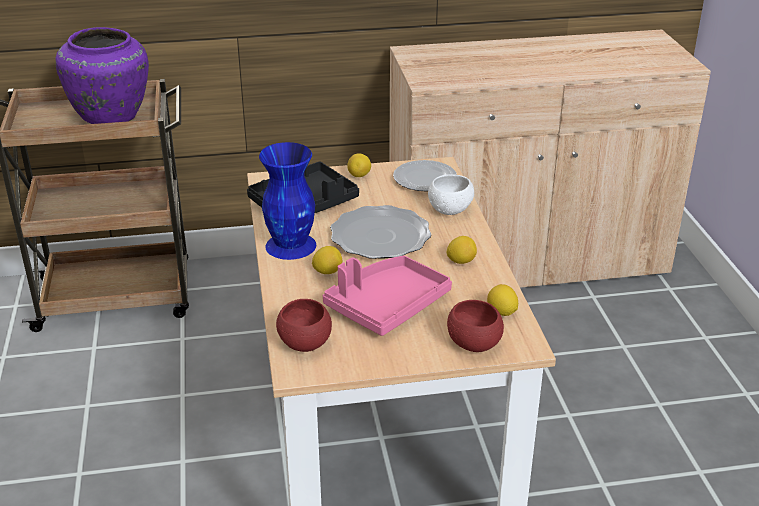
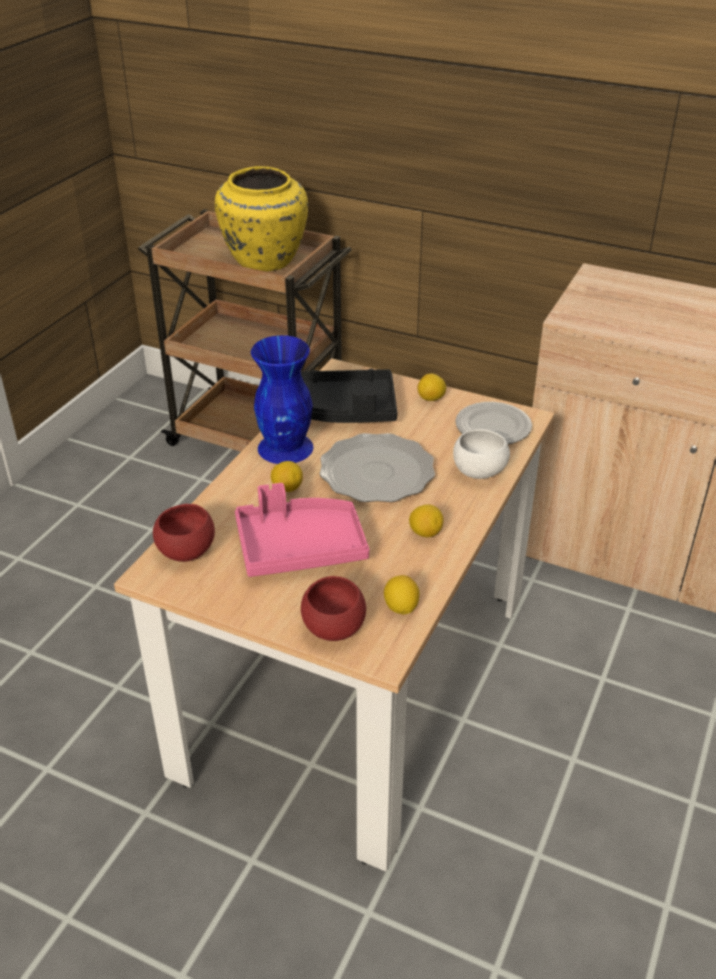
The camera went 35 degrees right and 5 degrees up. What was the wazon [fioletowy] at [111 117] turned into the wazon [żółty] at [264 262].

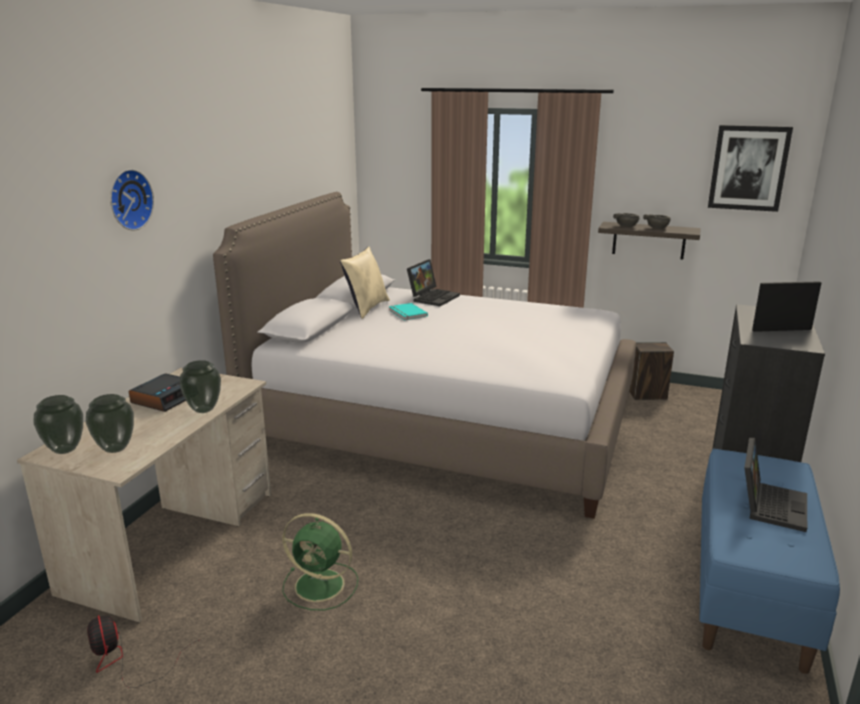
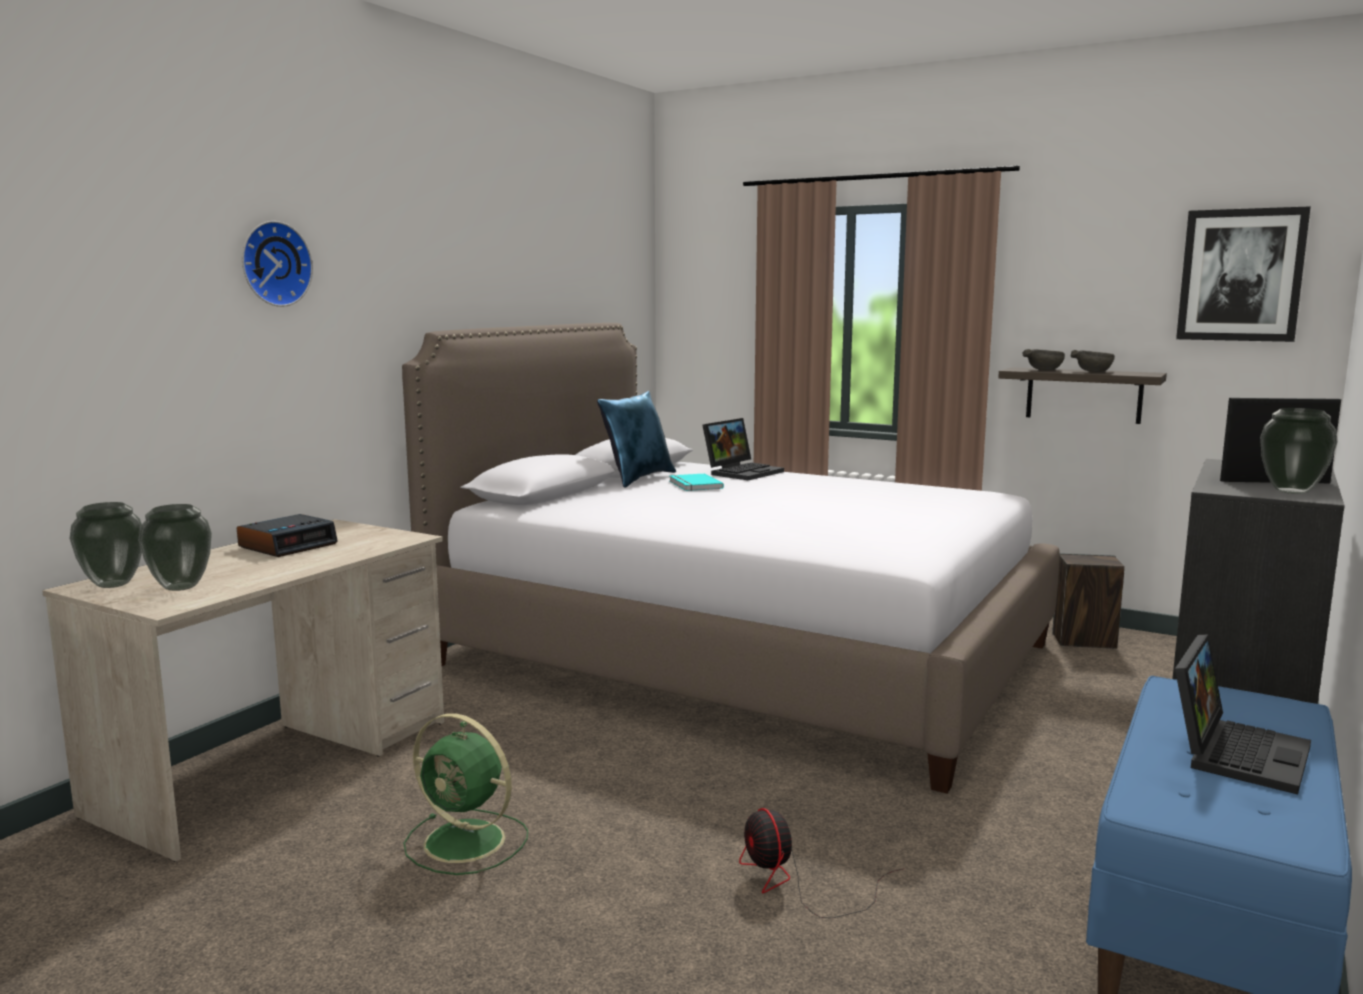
The camera went 10 degrees right and 10 degrees down. The wentylator ended up elsewhere, having gone from [125 660] to [797 884]. The wazon ended up elsewhere, having gone from [203 410] to [1292 491]. What was the poduszka [beżowy] at [366 308] turned into the poduszka [niebieski] at [638 479].

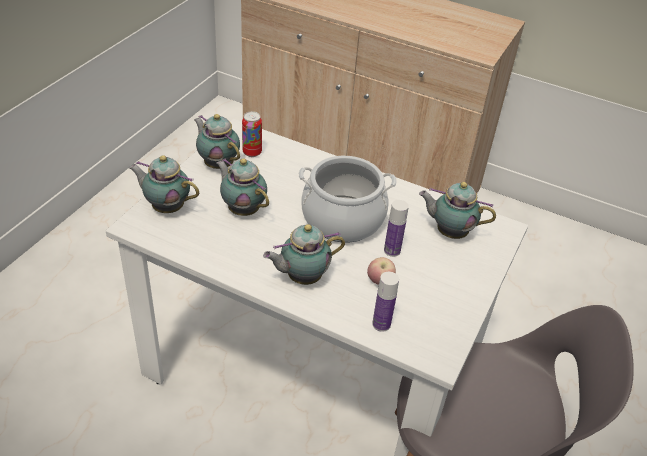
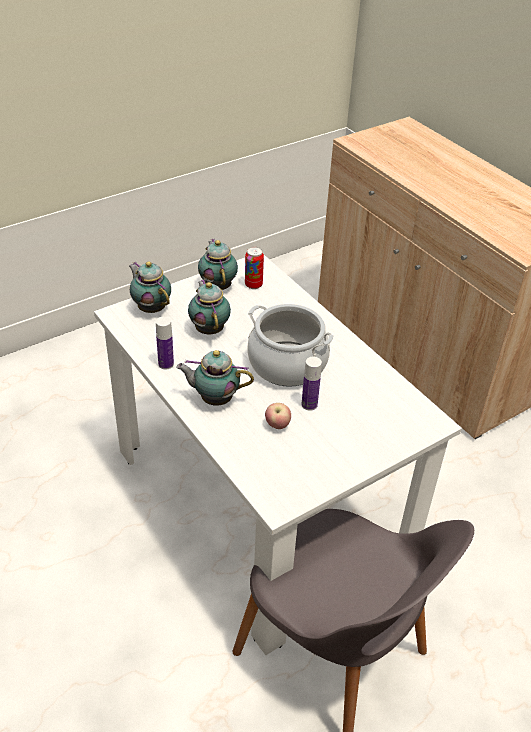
The camera went 30 degrees right and 0 degrees up. The second view lost the imbryk at [449 232]. The butelka ended up elsewhere, having gone from [381 324] to [166 364].

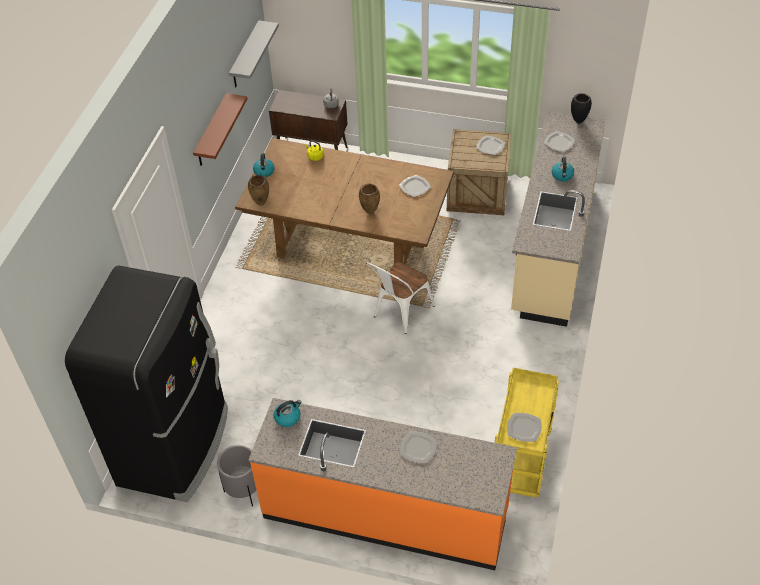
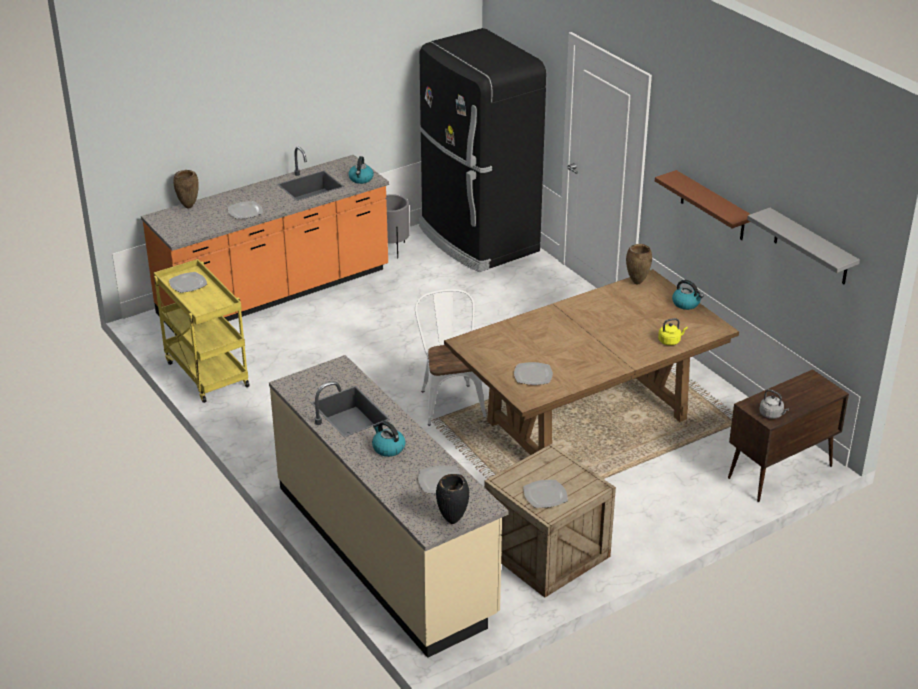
The camera went 130 degrees right and 15 degrees down. The wazon [brązowy] ended up elsewhere, having gone from [369 212] to [189 206].

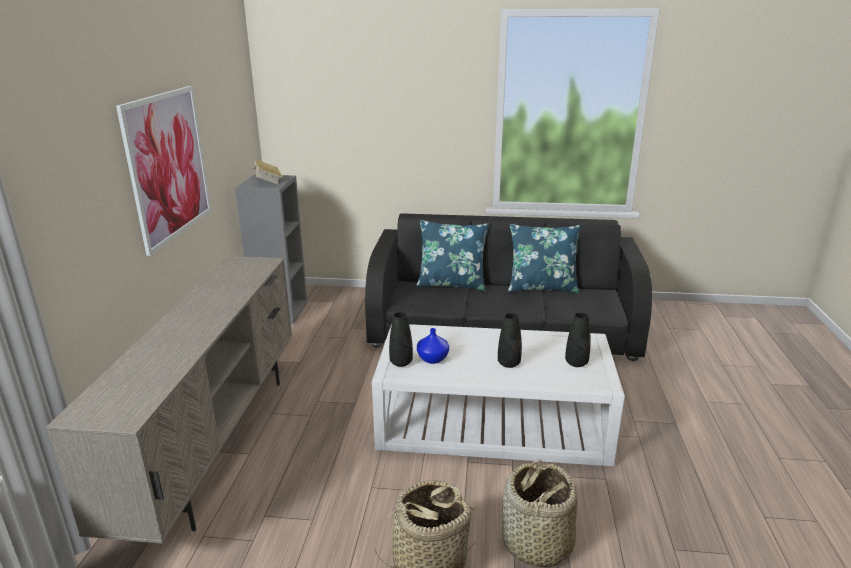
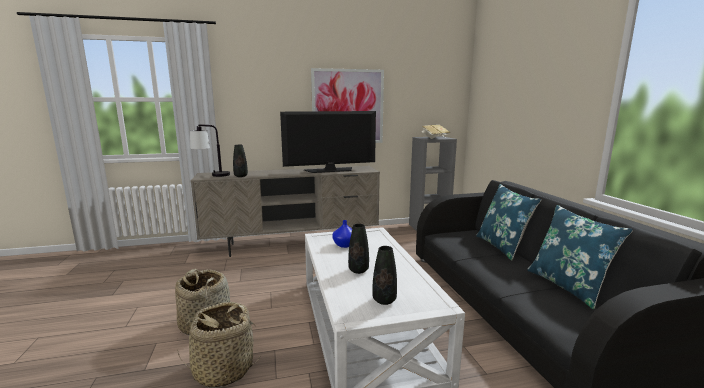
The camera went 70 degrees right and 10 degrees down. The second view gained the lampa stołowa at [212 175]. The second view gained the telewizor at [330 170]. The wazon [czarny] ended up elsewhere, having gone from [401 362] to [241 176].

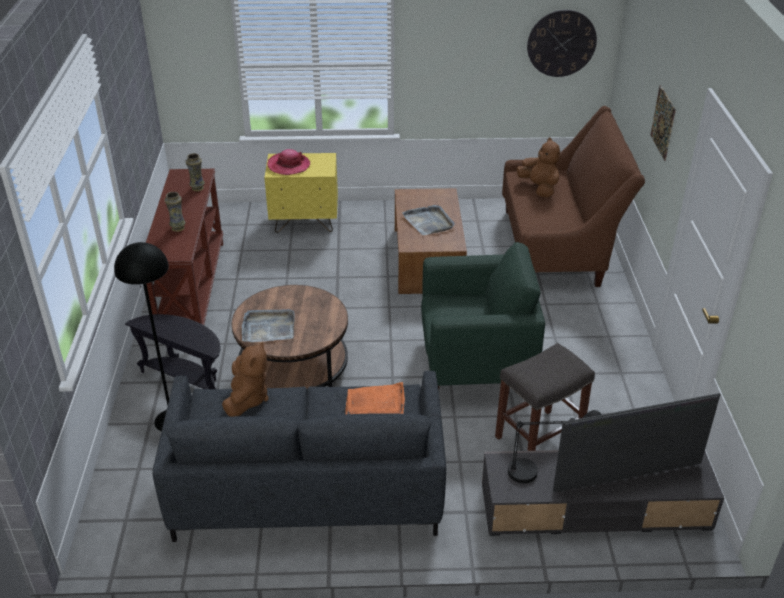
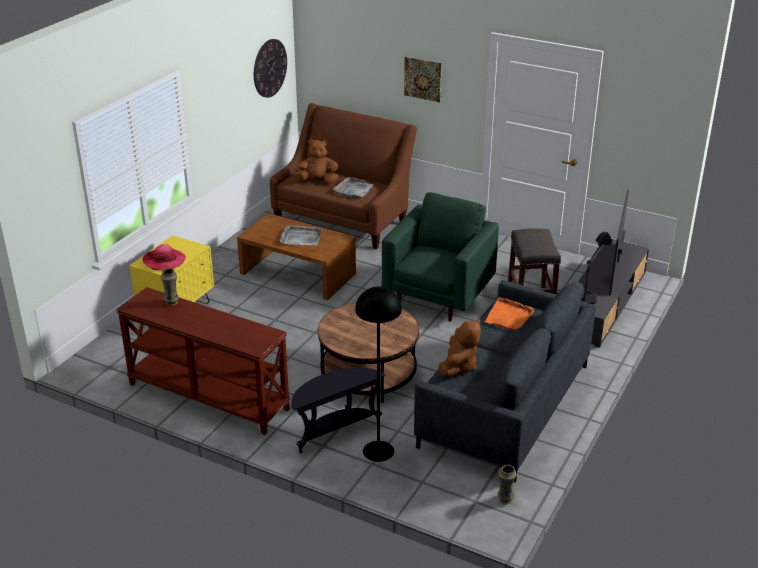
The camera went 60 degrees left and 5 degrees down. The wazon ended up elsewhere, having gone from [177 228] to [505 499]. The taca [szary] ended up elsewhere, having gone from [268 328] to [353 189]. The pluszak [brązowy] at [247 399] ended up facing another way, 75 degrees clockwise from before.

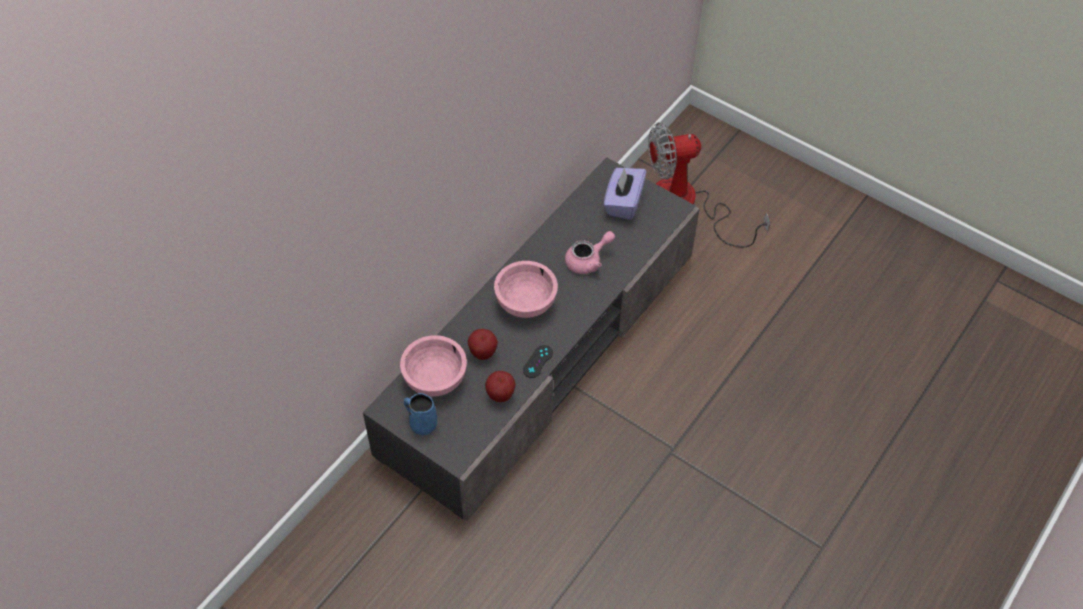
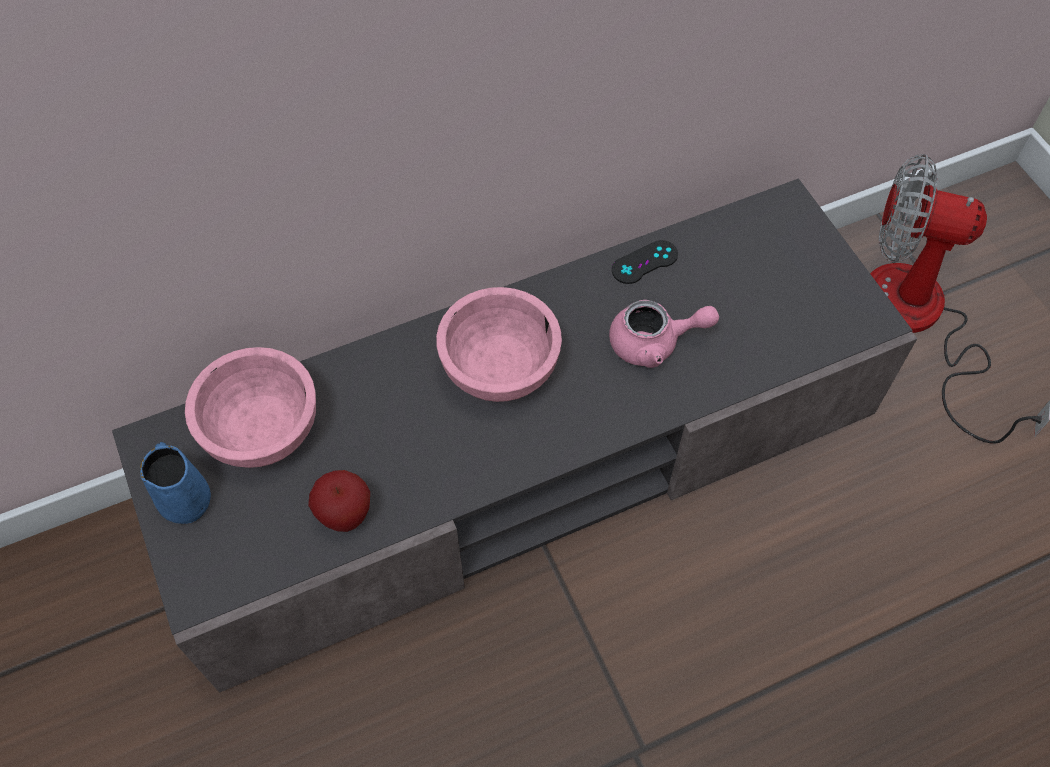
The camera went 30 degrees right and 5 degrees up. The second view lost the jabłko at [483 353]. The second view lost the pudełko chusteczek [fioletowy] at [623 203]. The pad do gier [czarny] ended up elsewhere, having gone from [537 361] to [644 262].

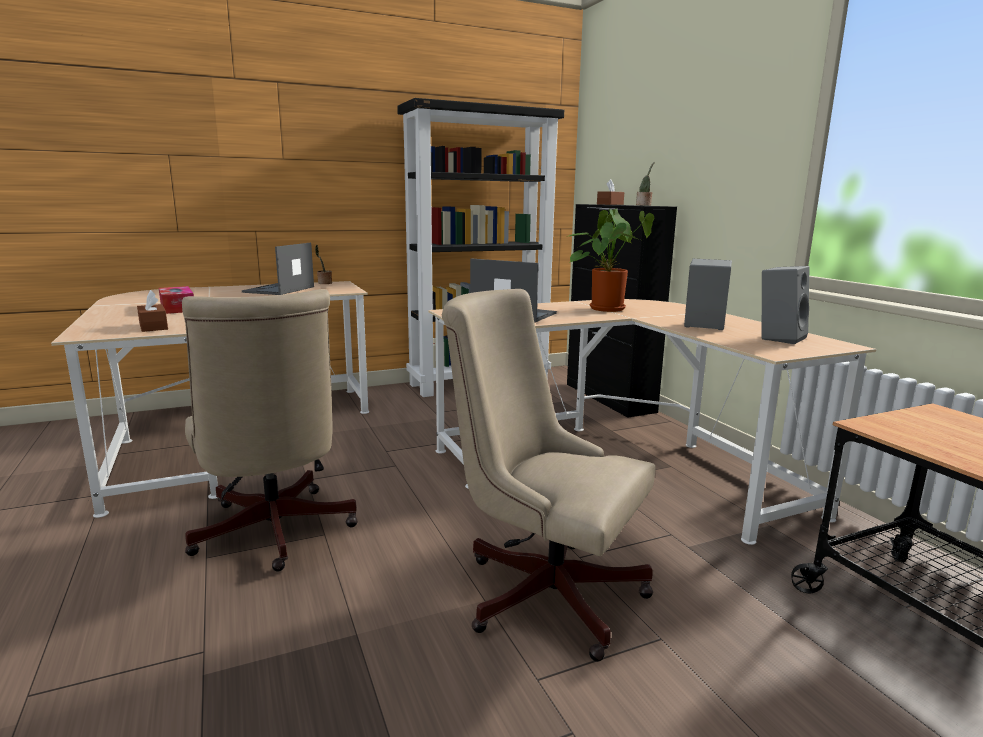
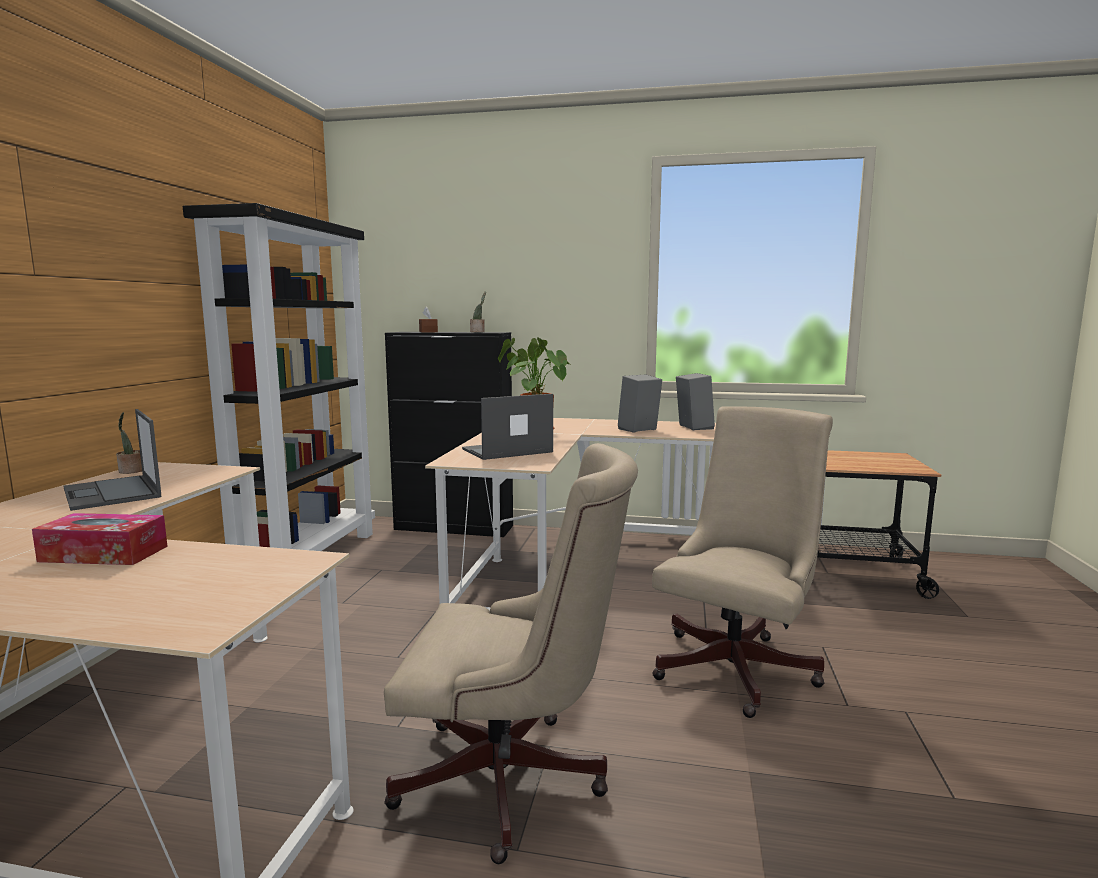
The camera went 55 degrees left and 5 degrees down. The second view lost the pudełko chusteczek [brązowy] at [153 326]. The krzesło biurowe [beżowy] at [542 589] ended up facing another way, 150 degrees clockwise from before.

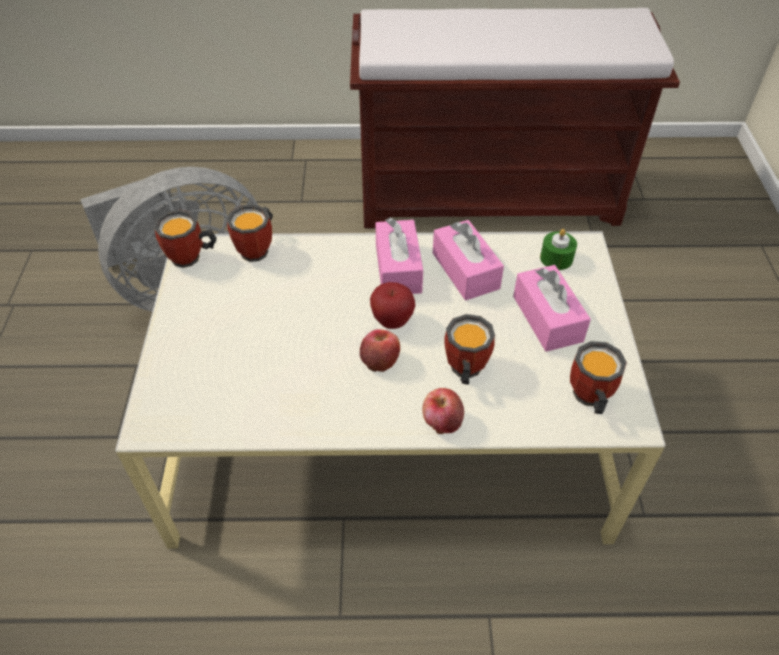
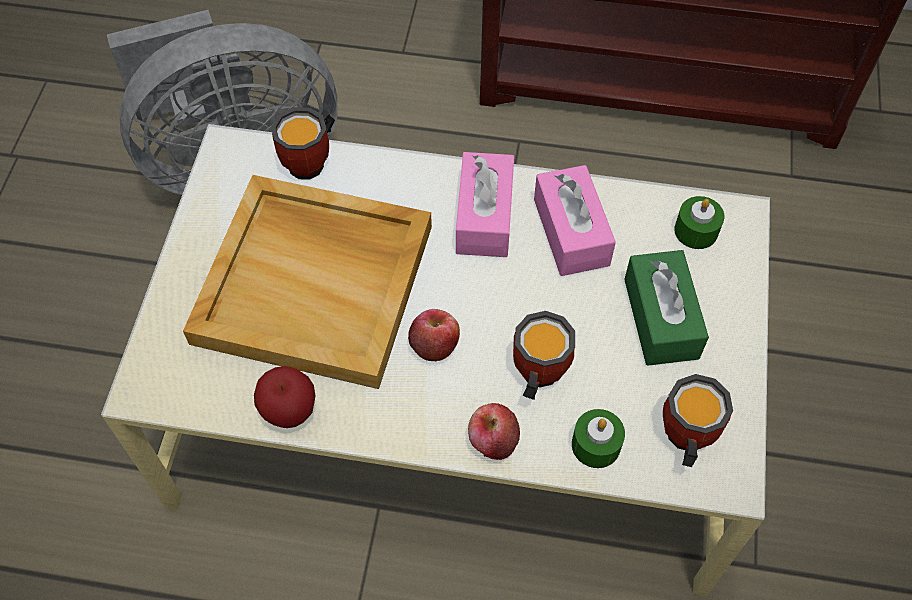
The camera went 10 degrees right and 10 degrees up. The second view lost the kubek at [191 259]. The second view gained the taca [beżowy] at [316 282]. The second view gained the świeca [zielony] at [596 445]. The jabłko ended up elsewhere, having gone from [392 321] to [290 412]. What was the pudełko chusteczek [różowy] at [547 318] turned into the pudełko chusteczek [zielony] at [661 318].

